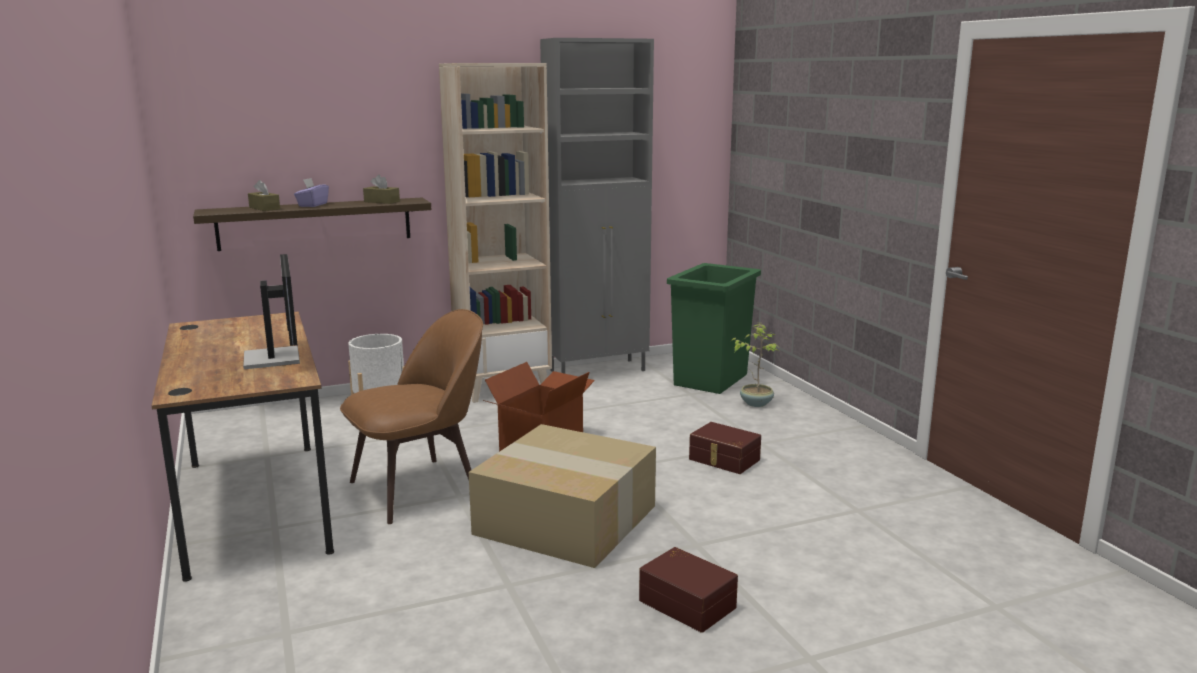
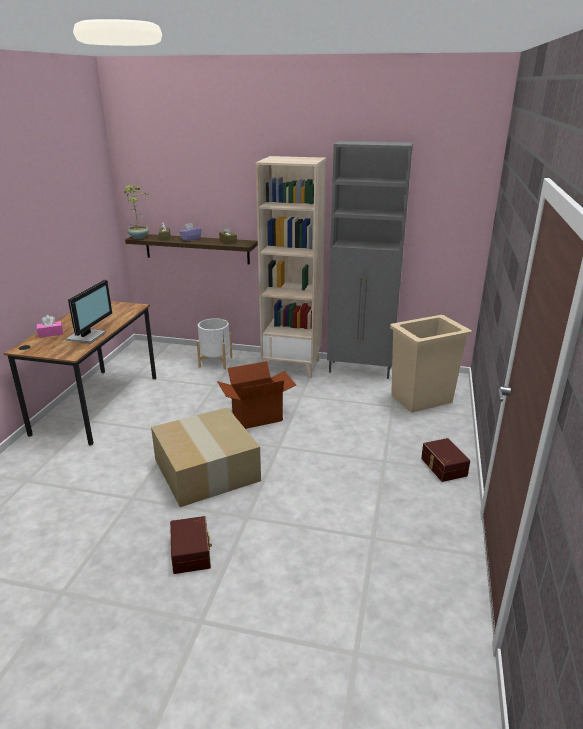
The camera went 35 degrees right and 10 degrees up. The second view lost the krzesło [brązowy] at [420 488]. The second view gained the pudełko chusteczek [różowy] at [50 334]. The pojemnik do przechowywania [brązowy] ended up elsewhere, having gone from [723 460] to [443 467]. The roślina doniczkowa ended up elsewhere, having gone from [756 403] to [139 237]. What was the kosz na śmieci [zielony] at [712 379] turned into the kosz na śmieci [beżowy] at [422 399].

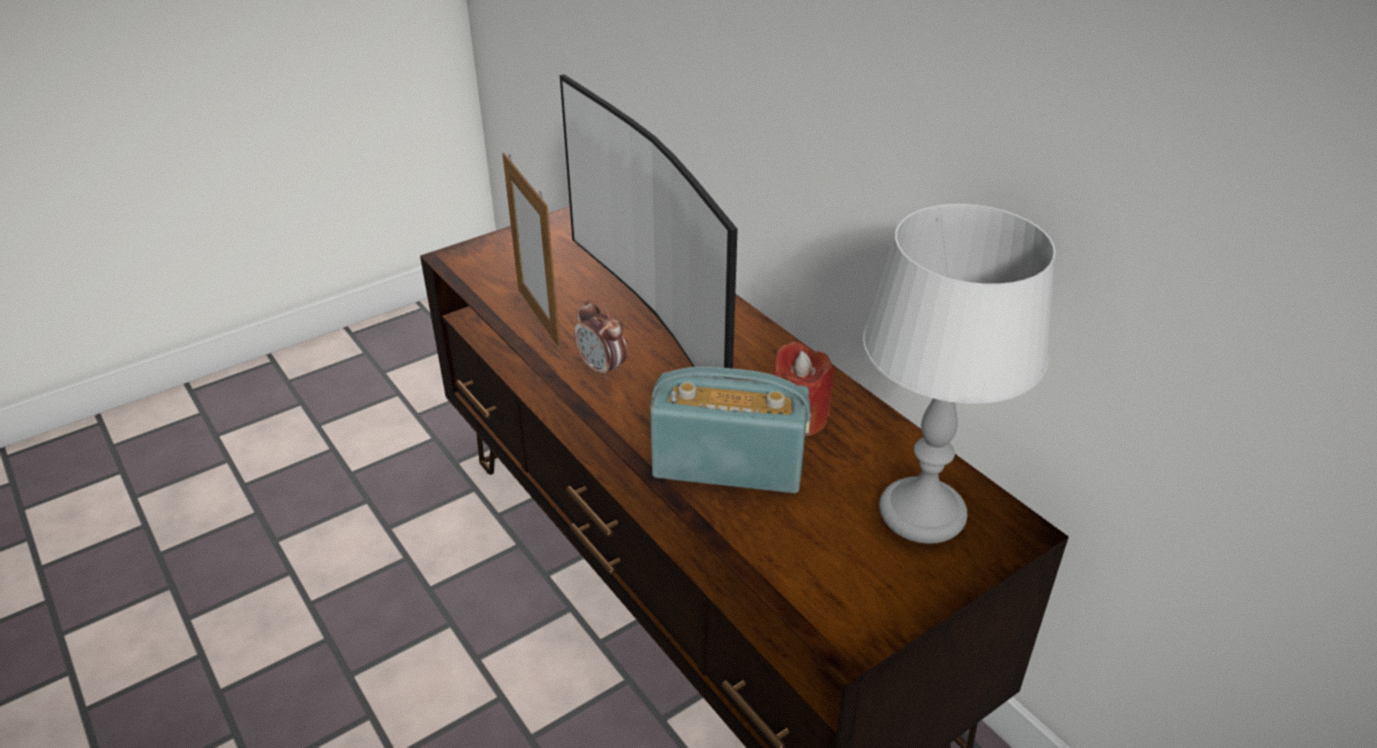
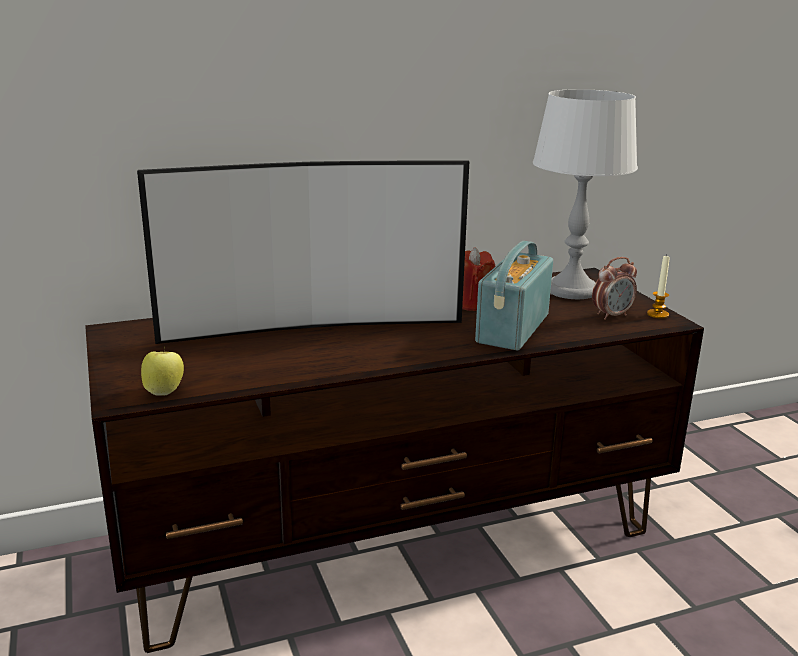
The camera went 75 degrees left and 15 degrees down. The second view lost the ramka na zdjęcie at [538 317]. The second view gained the jabłko at [164 392]. The second view gained the świeca at [657 314]. The budzik ended up elsewhere, having gone from [602 369] to [611 315].

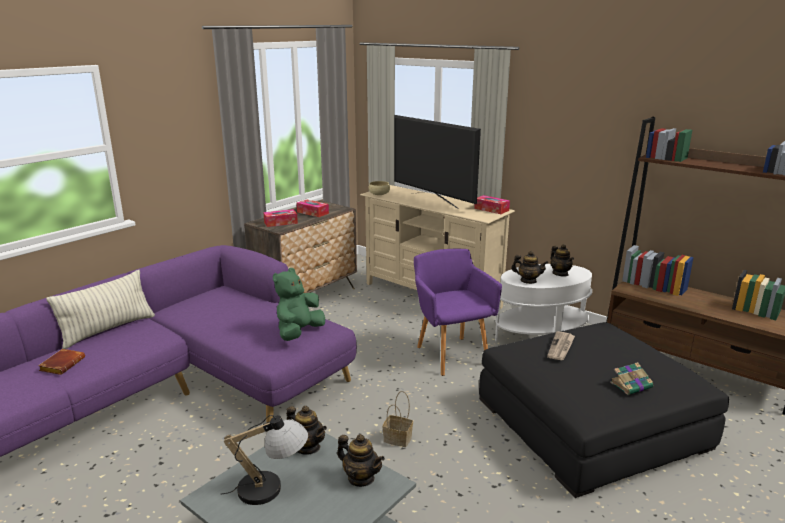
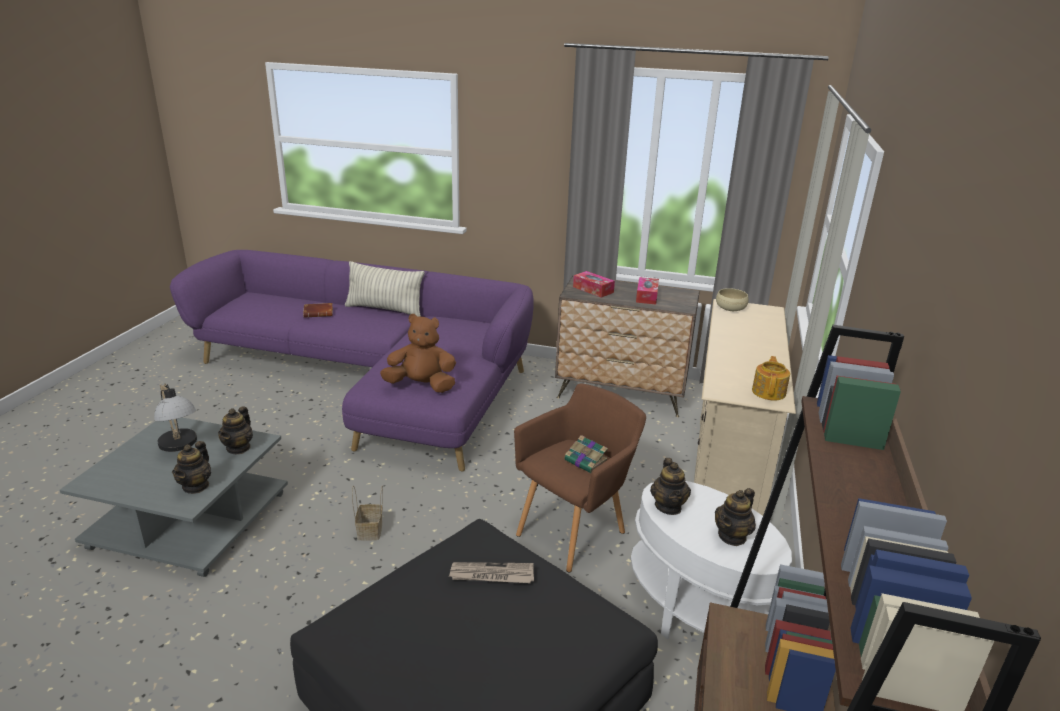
The camera went 65 degrees right and 5 degrees up. The second view lost the telewizor at [433 200]. The książka ended up elsewhere, having gone from [632 385] to [586 462]. Where the pudełko chusteczek stood at [491 209], the imbryk came to stand at [769 392]. What was the pluszak [zielony] at [299 333] turned into the pluszak [brązowy] at [421 386]. What was the fotel [fioletowy] at [451 353] turned into the fotel [brązowy] at [575 531].

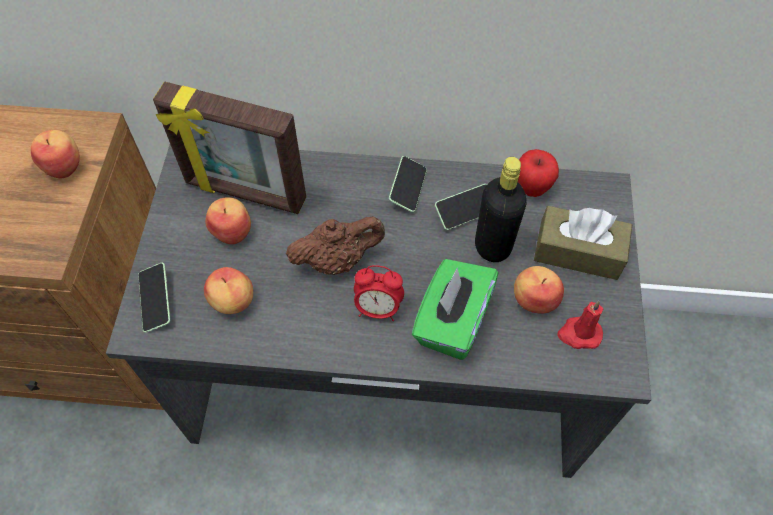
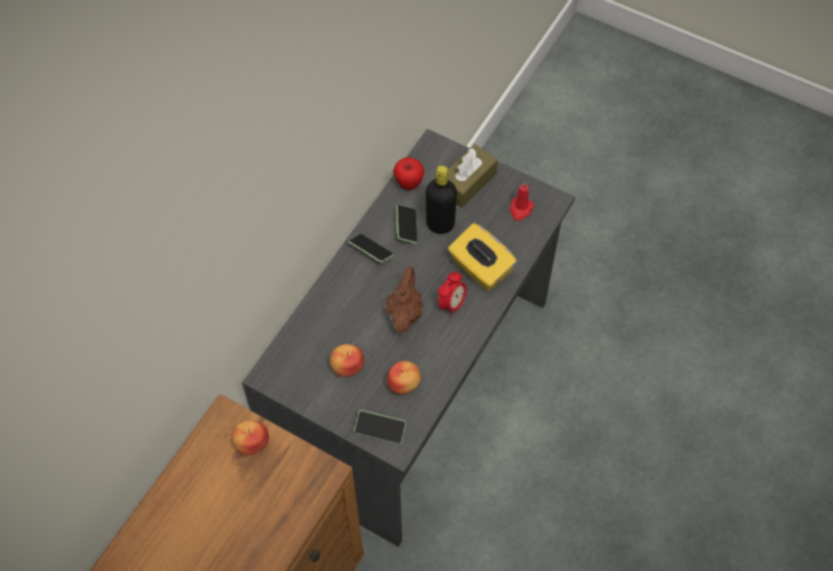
The camera went 65 degrees left and 0 degrees up. The second view lost the ramka na zdjęcie at [245 193]. The second view lost the jabłko at [535 299]. What was the pudełko chusteczek [zielony] at [451 321] turned into the pudełko chusteczek [żółty] at [480 269].

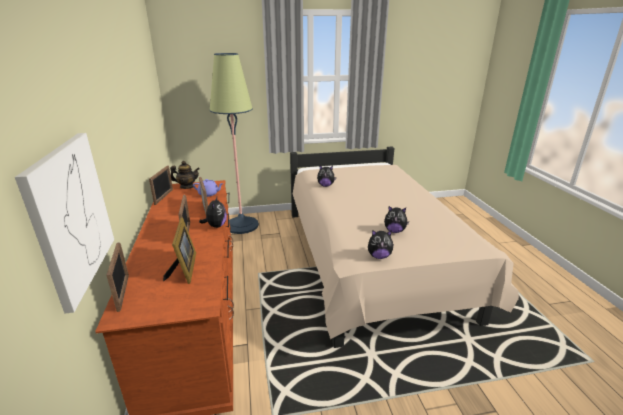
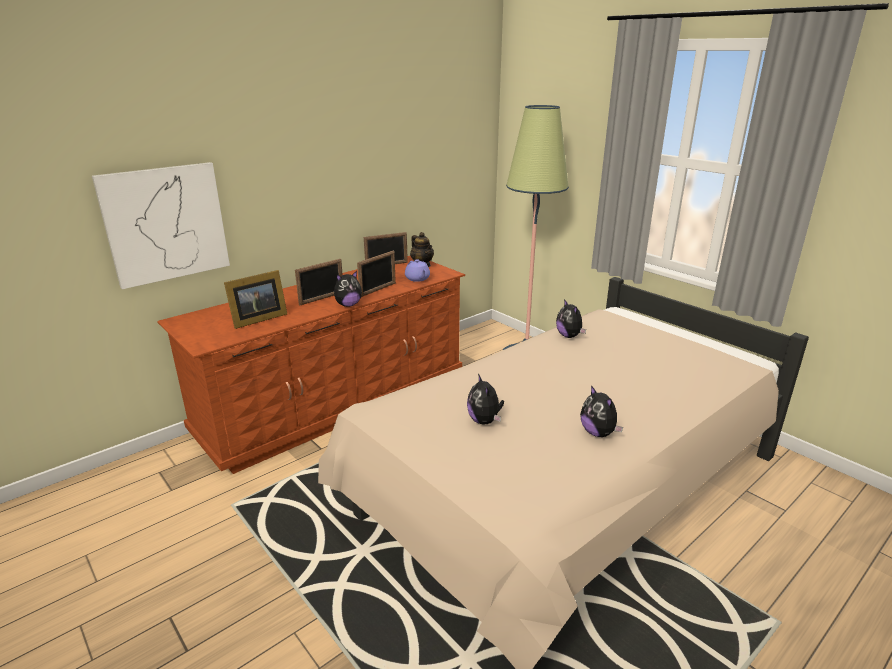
The camera went 60 degrees right and 0 degrees up. The second view lost the ramka na zdjęcie at [123 292]. The pluszak ended up elsewhere, having gone from [379 256] to [598 433].

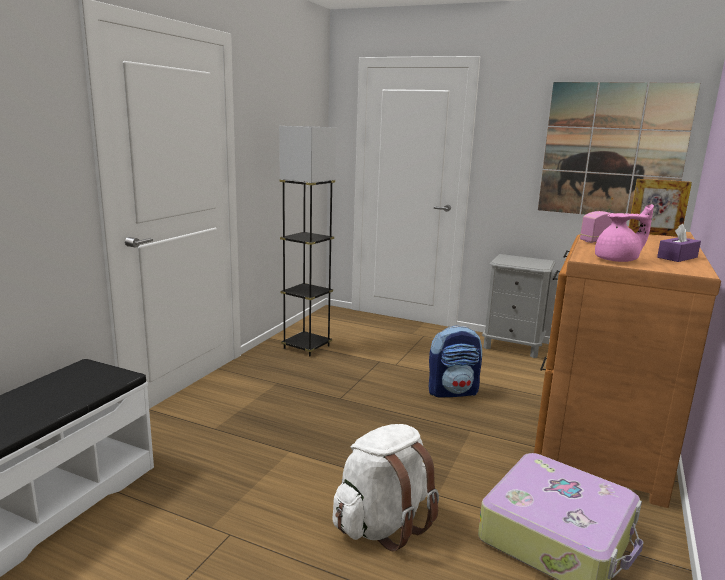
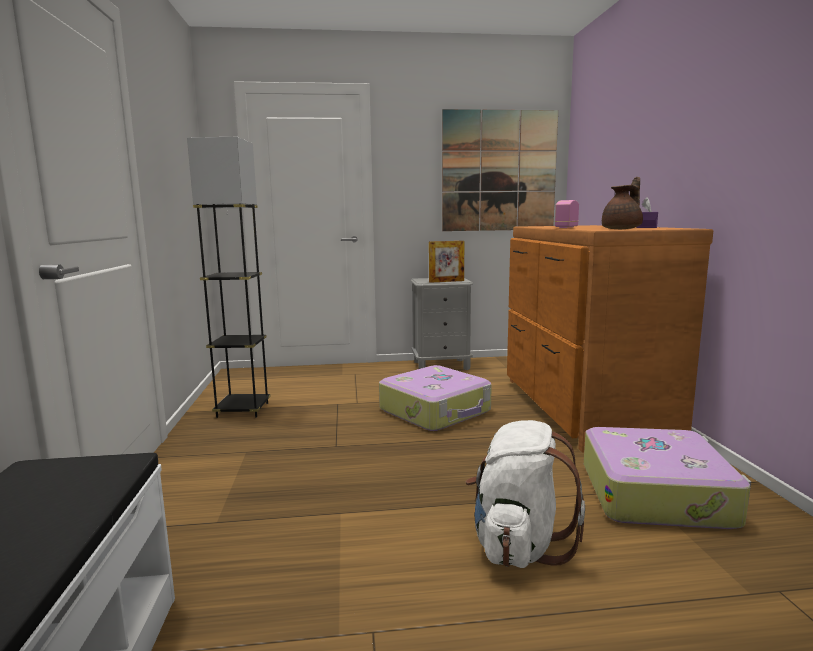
The camera went 30 degrees left and 5 degrees down. The ramka na zdjęcie ended up elsewhere, having gone from [654 234] to [446 281]. Where the plecak stood at [453 391], the walizka came to stand at [436 411]. What was the imbryk [różowy] at [618 260] turned into the imbryk [brązowy] at [623 229].

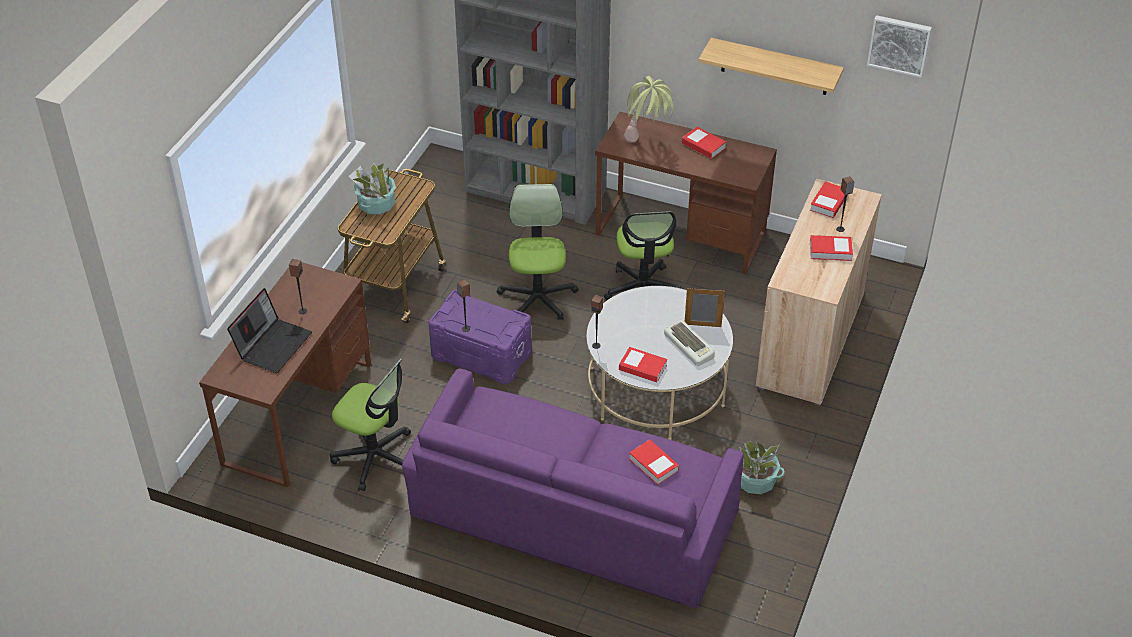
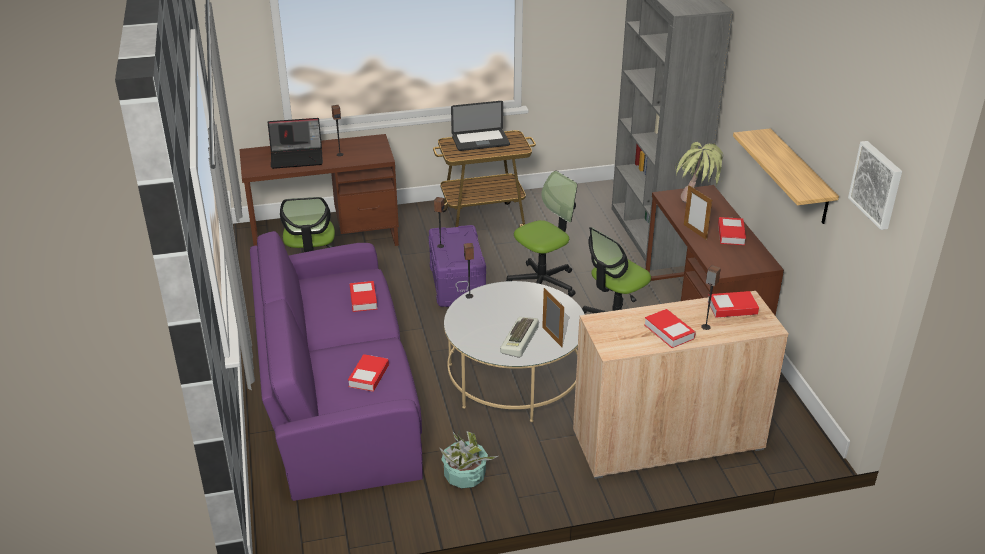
The camera went 55 degrees right and 10 degrees down. The second view gained the ramka na zdjęcie at [695 232]. The książka ended up elsewhere, having gone from [642 368] to [363 299]. Where the roślina doniczkowa stood at [376 204], the laptop came to stand at [480 141].

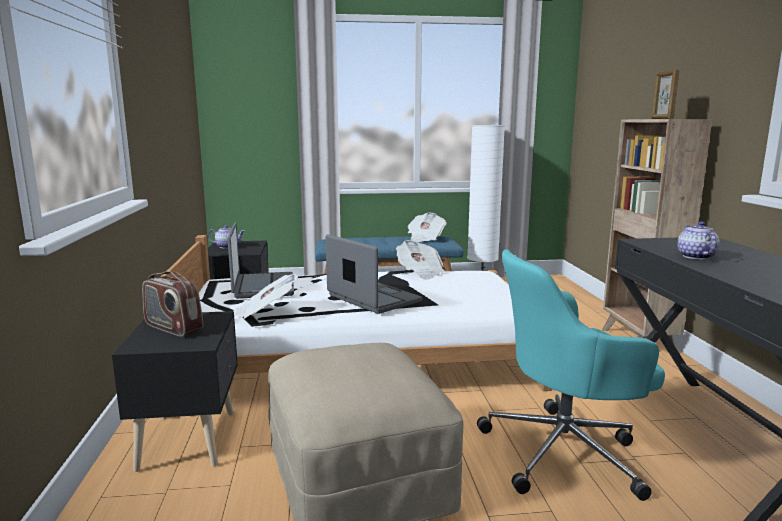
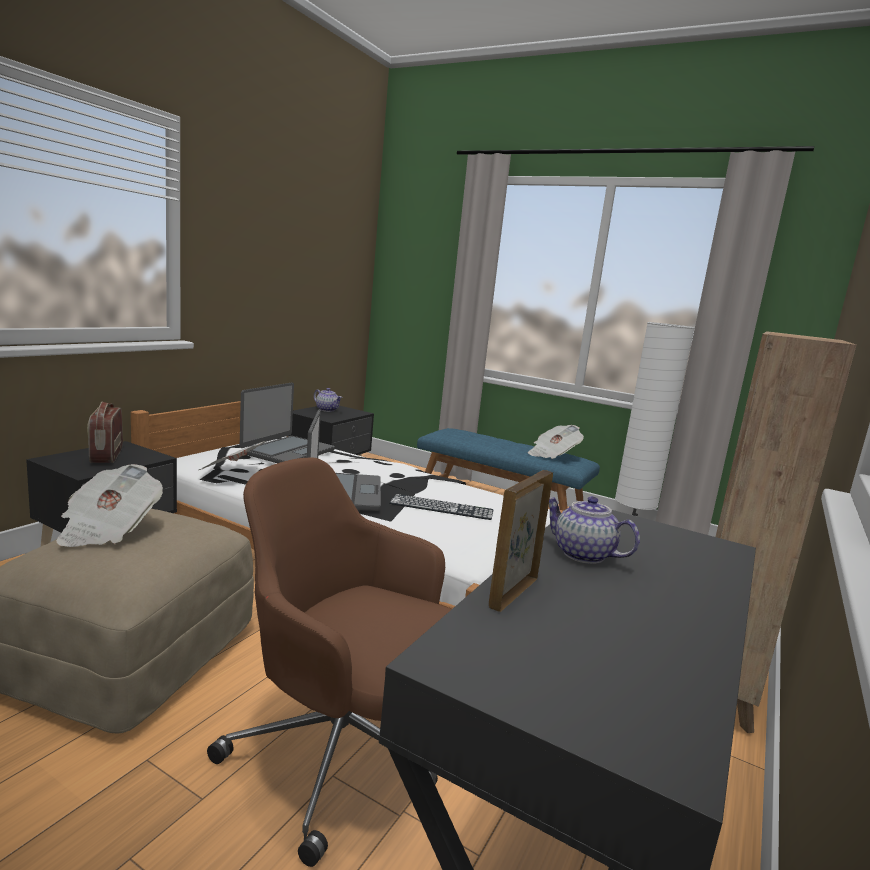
The camera went 35 degrees right and 0 degrees up. The second view gained the klawiatura at [441 507]. The gazeta ended up elsewhere, having gone from [420 272] to [108 529]. The ramka na zdjęcie ended up elsewhere, having gone from [662 118] to [512 592]. What was the krzesło biurowe [turkusowy] at [565 452] turned into the krzesło biurowe [brązowy] at [341 753]. The imbryk at [695 256] ended up facing another way, 90 degrees counterclockwise from before.

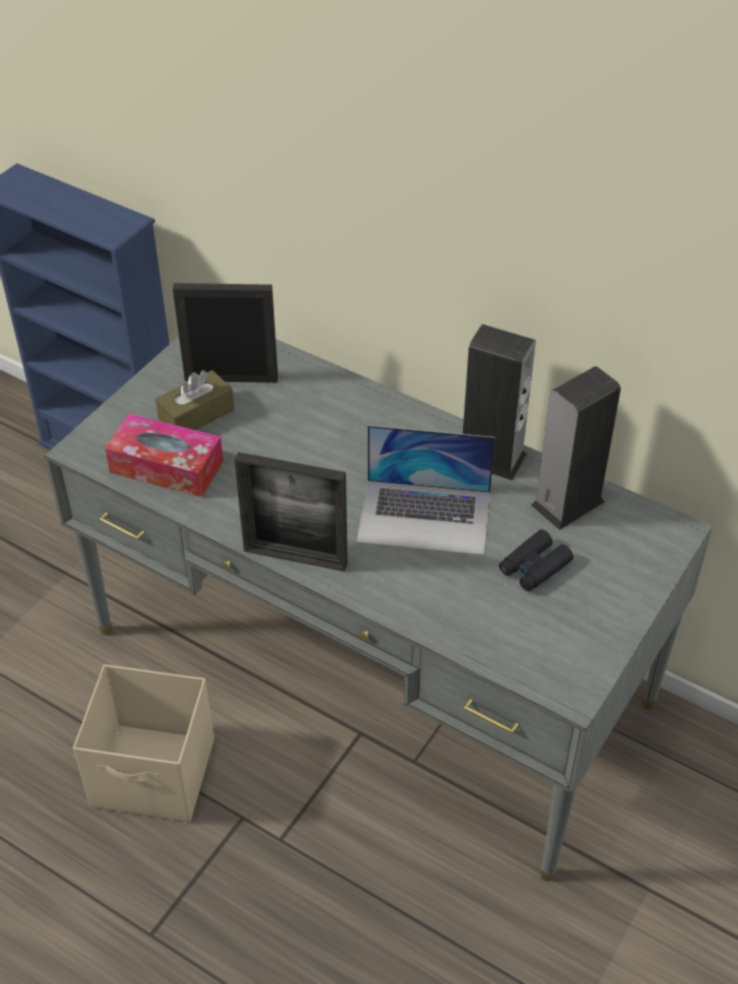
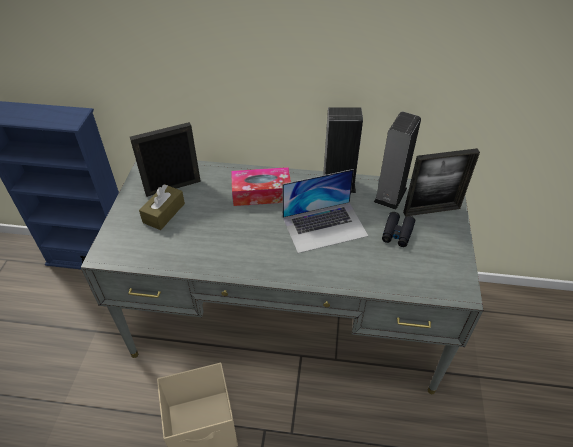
The camera went 25 degrees left and 0 degrees up. The pudełko chusteczek ended up elsewhere, having gone from [166 467] to [261 193]. The ramka na zdjęcie ended up elsewhere, having gone from [295 557] to [431 210].

